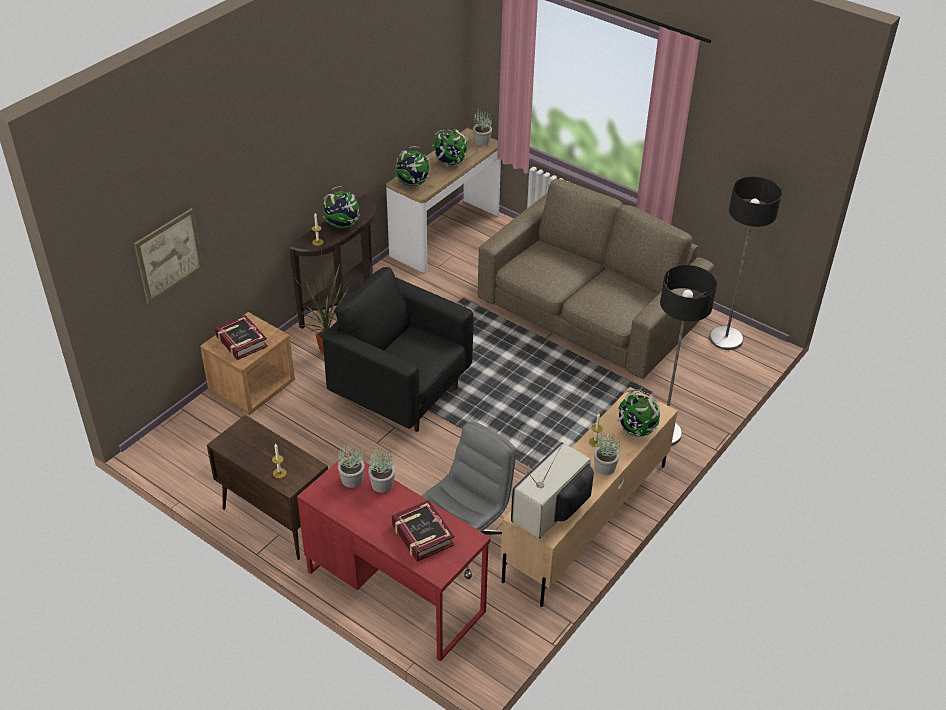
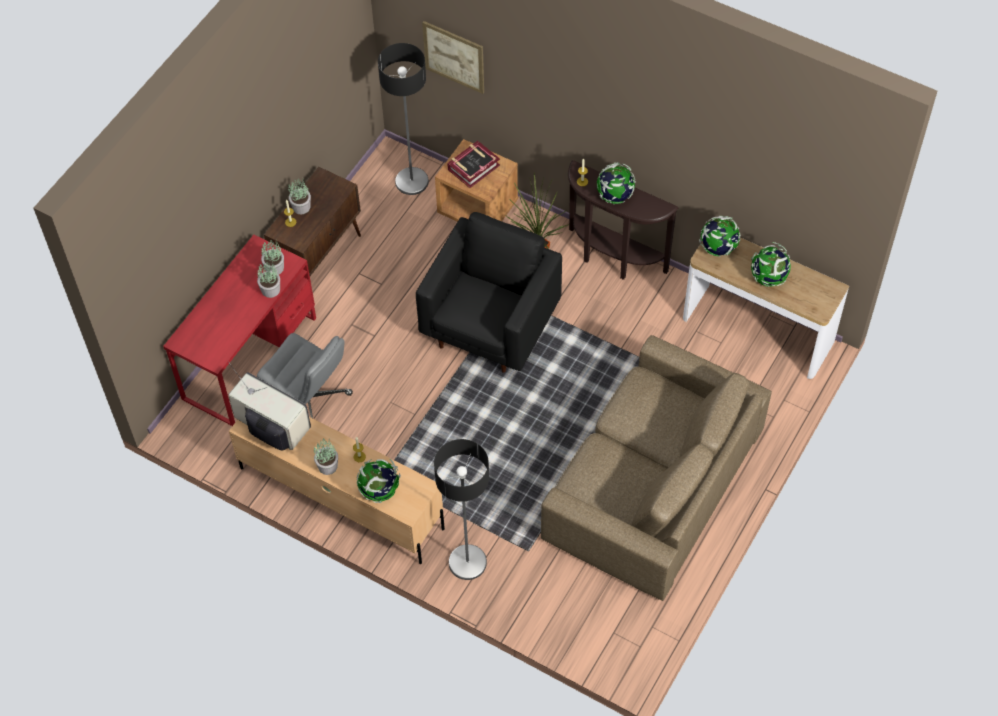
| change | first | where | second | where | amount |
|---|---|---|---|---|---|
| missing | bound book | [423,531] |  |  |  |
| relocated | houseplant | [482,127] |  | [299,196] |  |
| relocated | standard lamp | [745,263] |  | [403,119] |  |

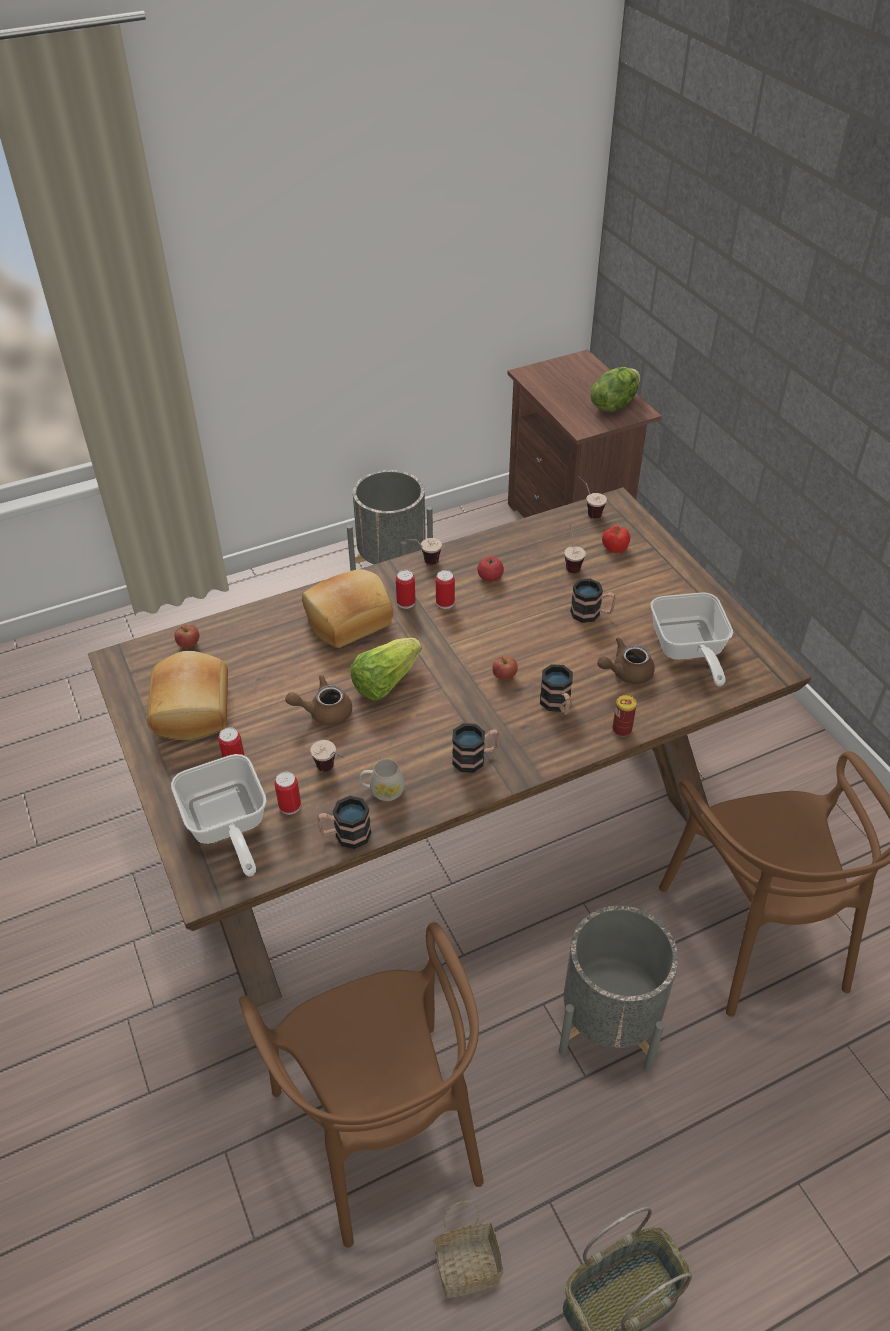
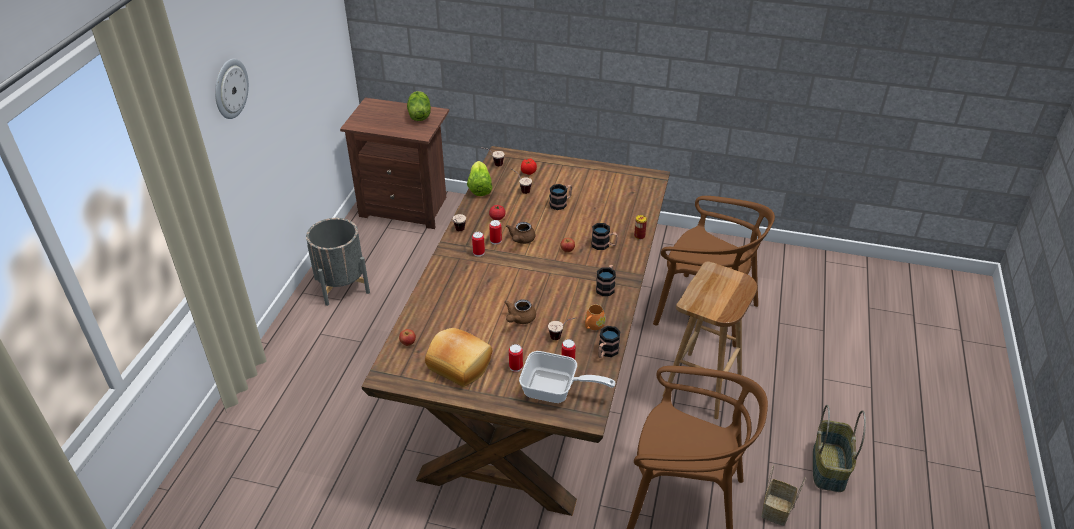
| change | first | where | second | where | amount |
|---|---|---|---|---|---|
| missing | bakery bread | [347,608] |  |  |  |
| missing | frying pan | [692,639] |  |  |  |
| appeared |  |  | wall clock | [232,89] |  |
| relocated | head of lettuce | [386,669] |  | [479,178] |  |
| relocated | brown pot for tea | [626,660] |  | [521,233] |  |
| exchanged | grey planter | [618,989] | brown stool | [710,340] |  |
| colour | white-coloured mug | [382,780] | orange-coloured mug | [595,317] |  |

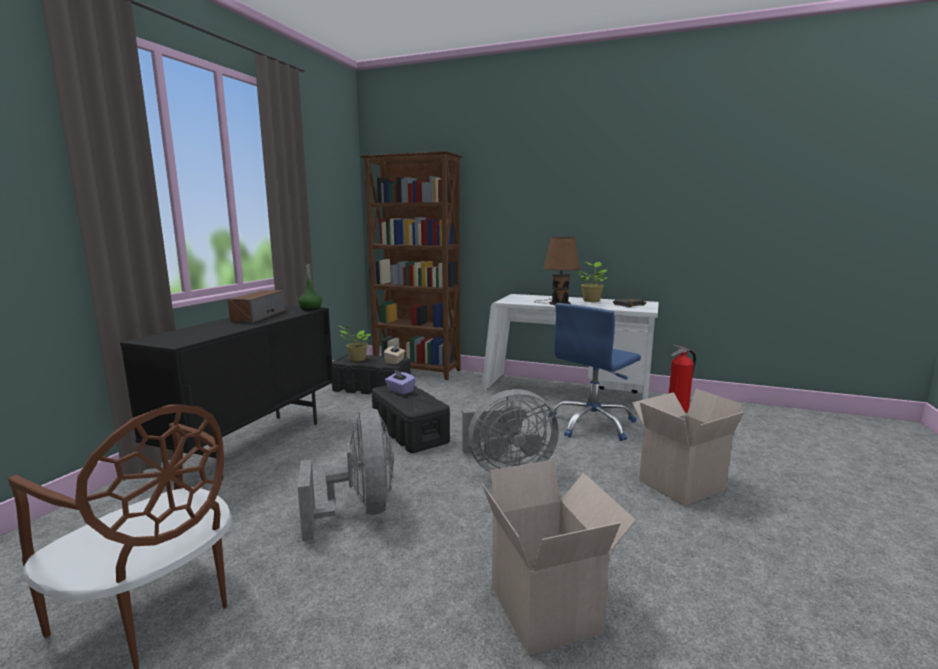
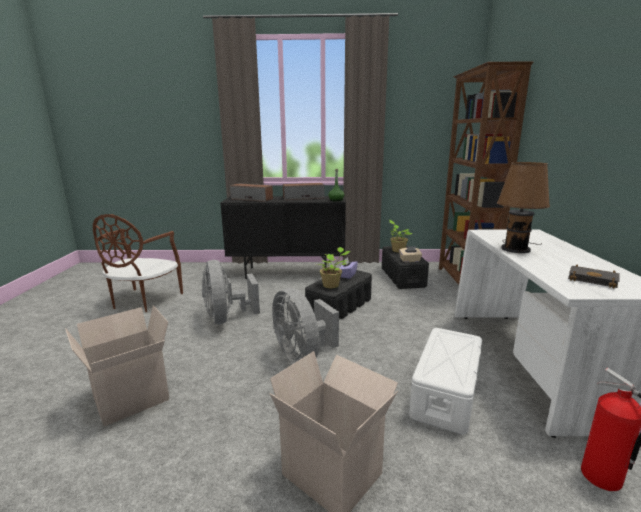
| change | first | where | second | where | amount |
|---|---|---|---|---|---|
| appeared |  |  | speaker | [251,193] |  |
| relocated | houseplant | [591,282] |  | [334,267] |  |
| exchanged | blue office chair | [595,372] | white-coloured storage box | [445,381] |  |
| spun | grey cooling fan | [346,474] |  | [231,292] | 105 degrees clockwise |

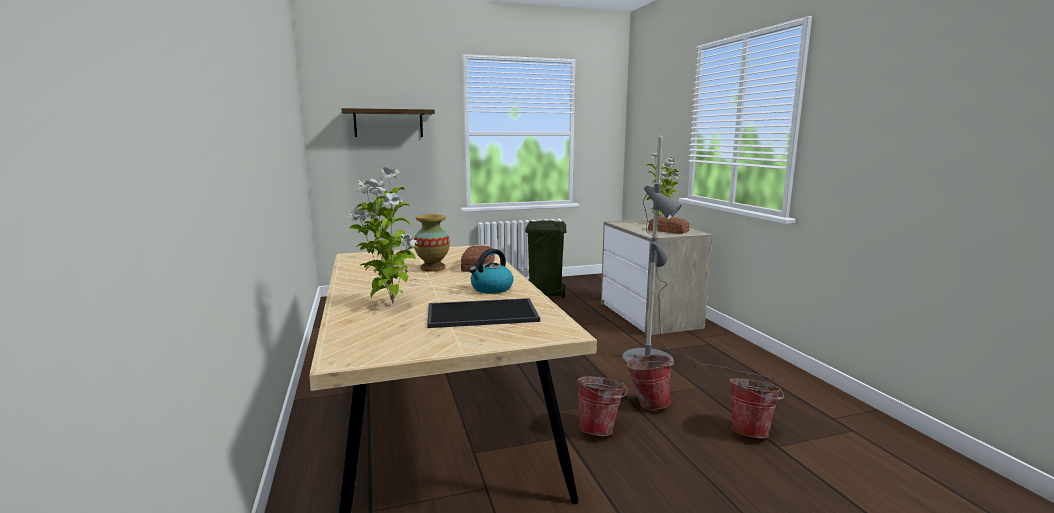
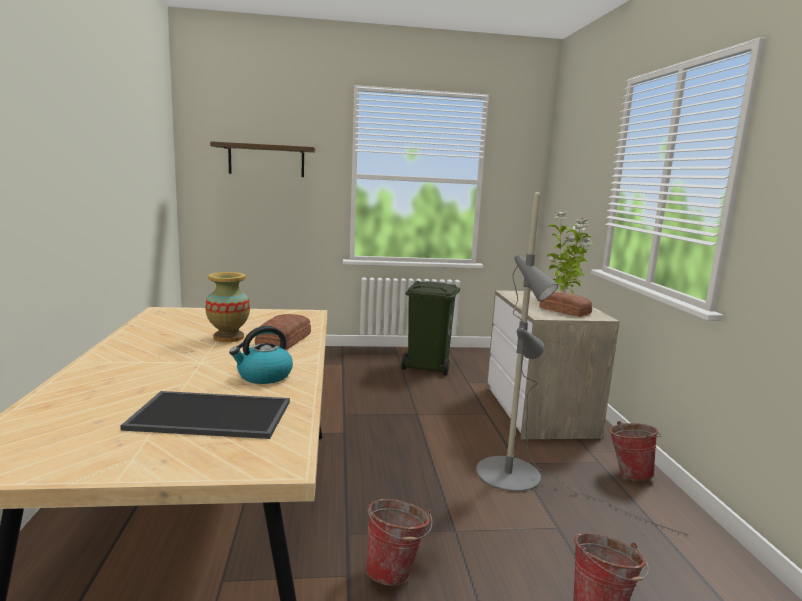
| change | first | where | second | where | amount |
|---|---|---|---|---|---|
| missing | houseplant | [382,235] |  |  |  |
| relocated | water bucket | [650,382] |  | [635,451] |  |

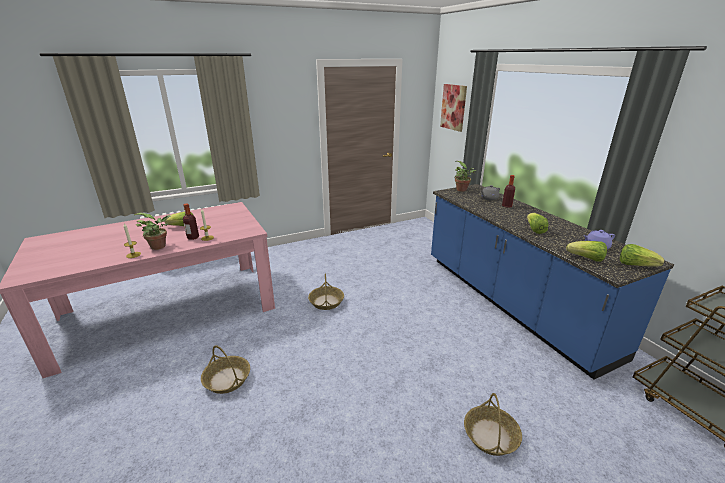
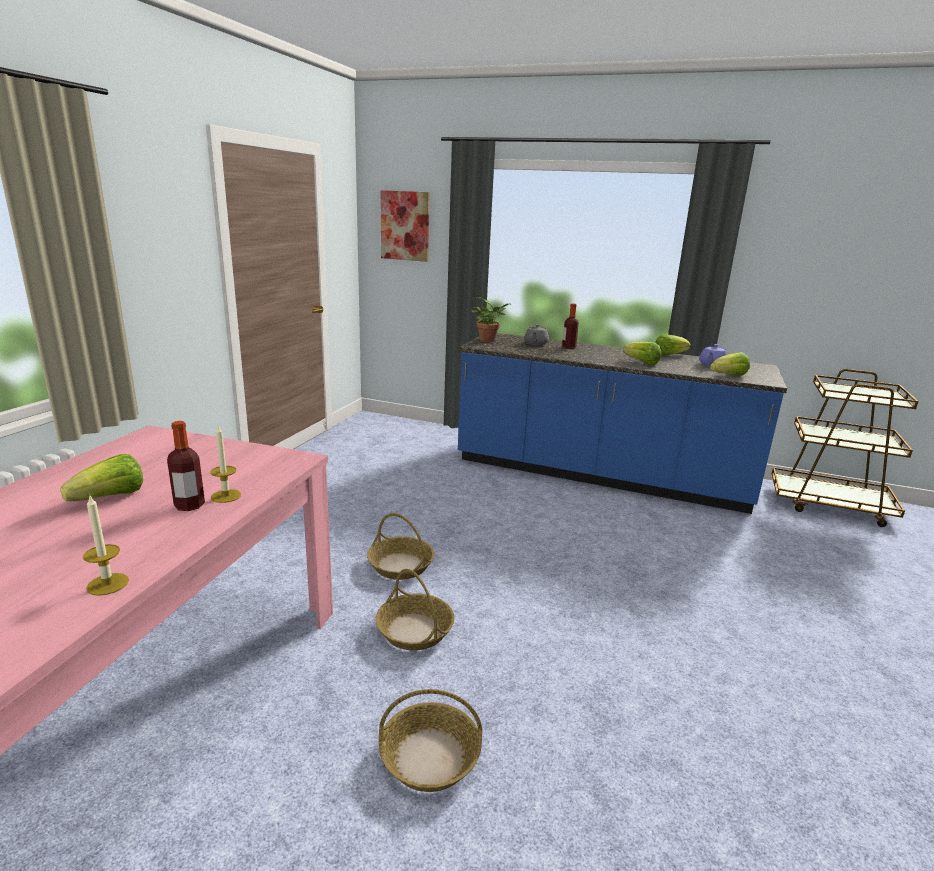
| change | first | where | second | where | amount |
|---|---|---|---|---|---|
| missing | houseplant | [152,231] |  |  |  |
| relocated | household basket | [493,424] |  | [414,609] |  |
| relocated | head of lettuce | [642,255] |  | [673,345] |  |

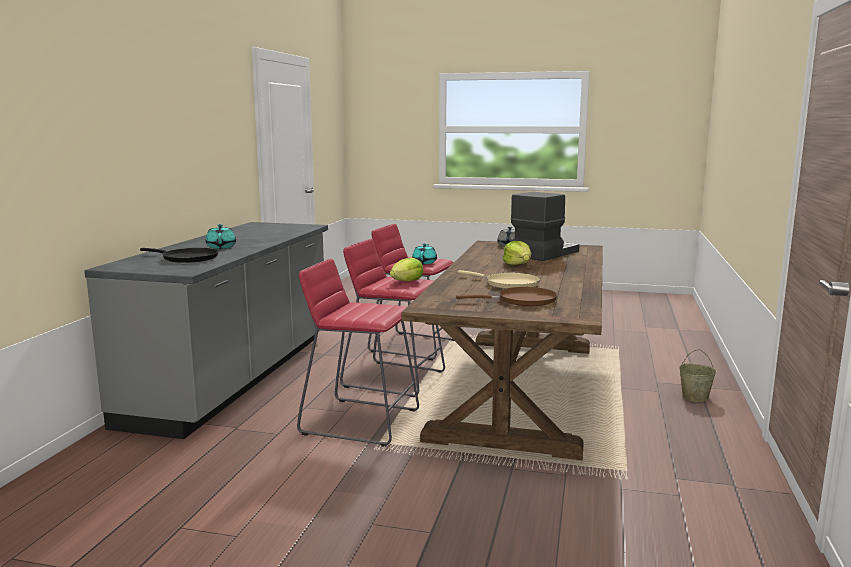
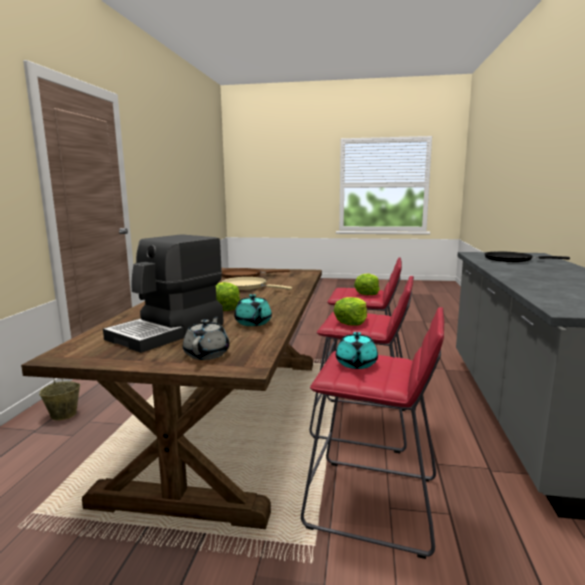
| change | first | where | second | where | amount |
|---|---|---|---|---|---|
| appeared |  |  | head of lettuce | [367,284] |  |
| relocated | turquoise pot for tea | [221,236] |  | [253,310] |  |

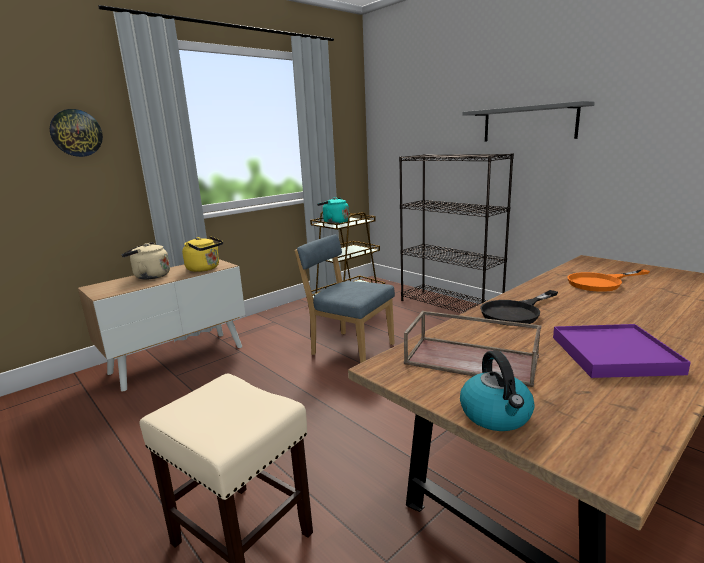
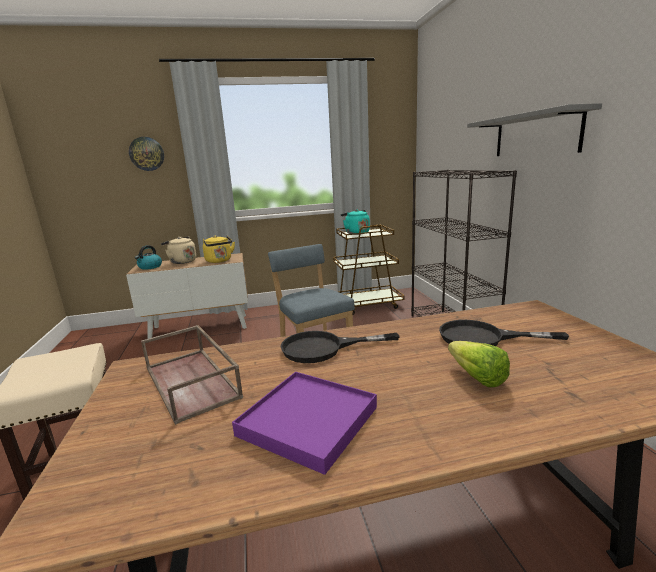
| change | first | where | second | where | amount |
|---|---|---|---|---|---|
| appeared |  |  | head of lettuce | [479,364] |  |
| relocated | tea kettle | [497,390] |  | [148,257] |  |
| colour | orange-coloured frying pan | [608,280] | black frying pan | [504,333] |  |

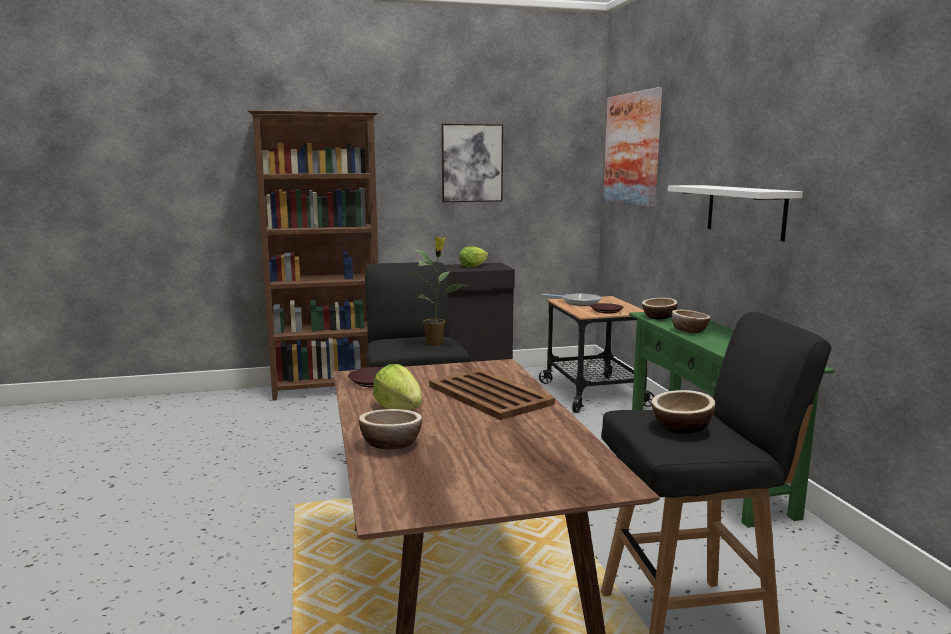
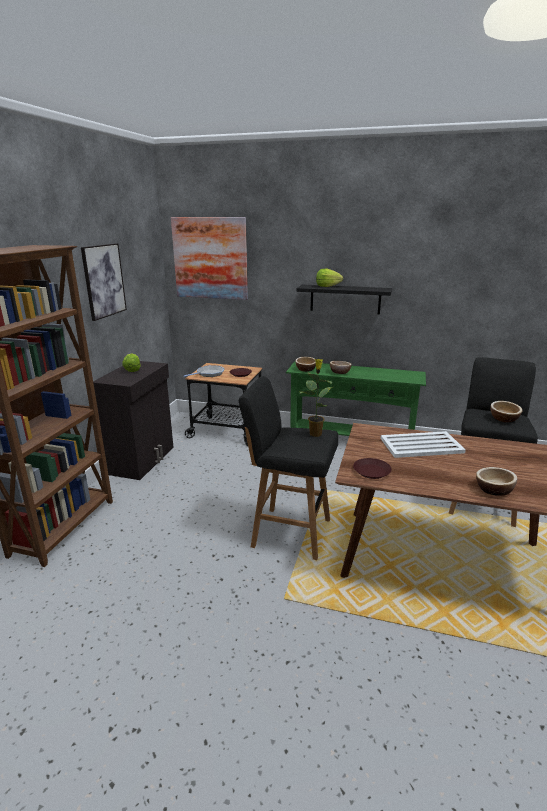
| change | first | where | second | where | amount |
|---|---|---|---|---|---|
| relocated | head of lettuce | [397,387] |  | [329,278] |  |
| colour | brown serving tray | [492,394] | white-coloured serving tray | [423,444] |  |
| colour | white-coloured bracket shelf | [735,213] | black bracket shelf | [344,299] |  |

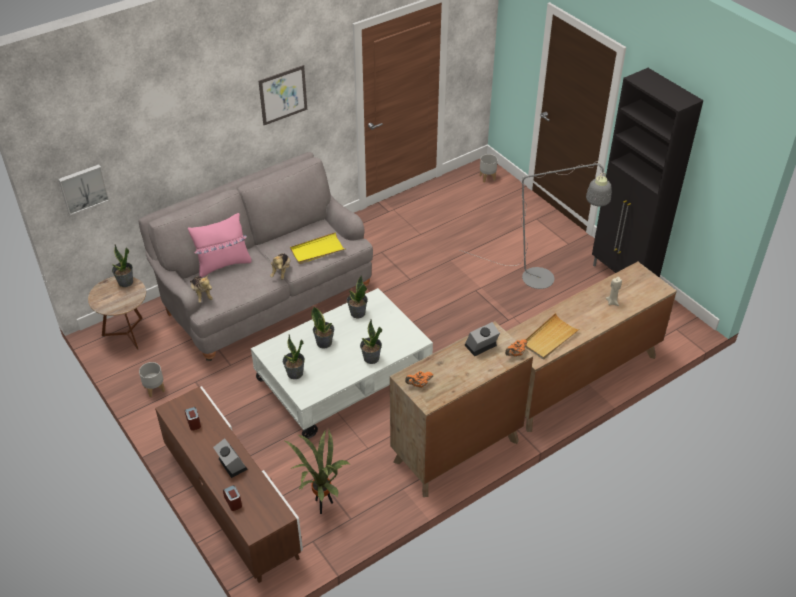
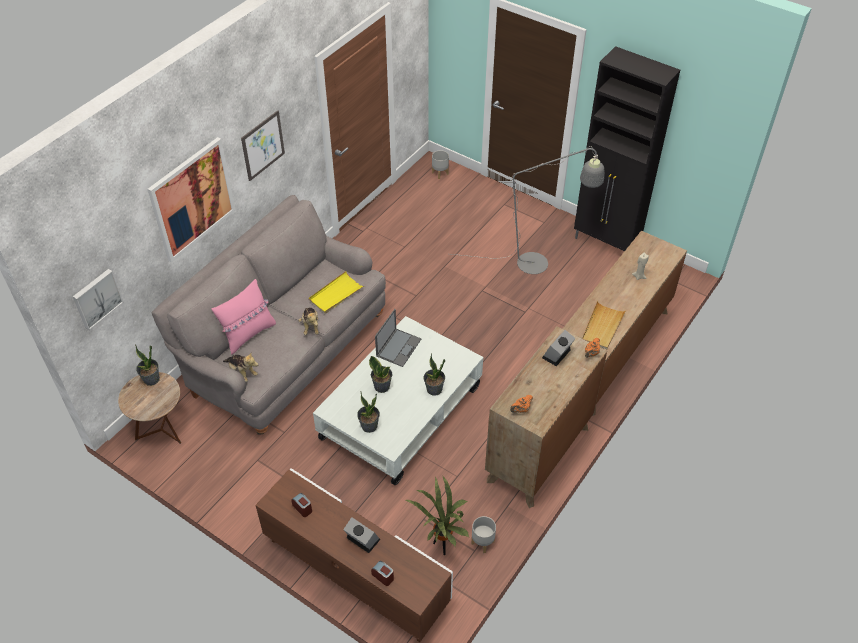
| change | first | where | second | where | amount |
|---|---|---|---|---|---|
| appeared |  |  | wall art | [192,200] |  |
| relocated | grey planter | [152,379] |  | [483,534] |  |
| exchanged | houseplant | [357,296] | laptop | [398,338] |  |

